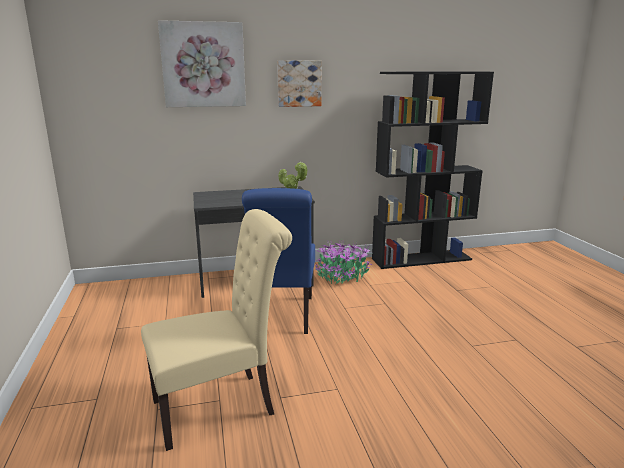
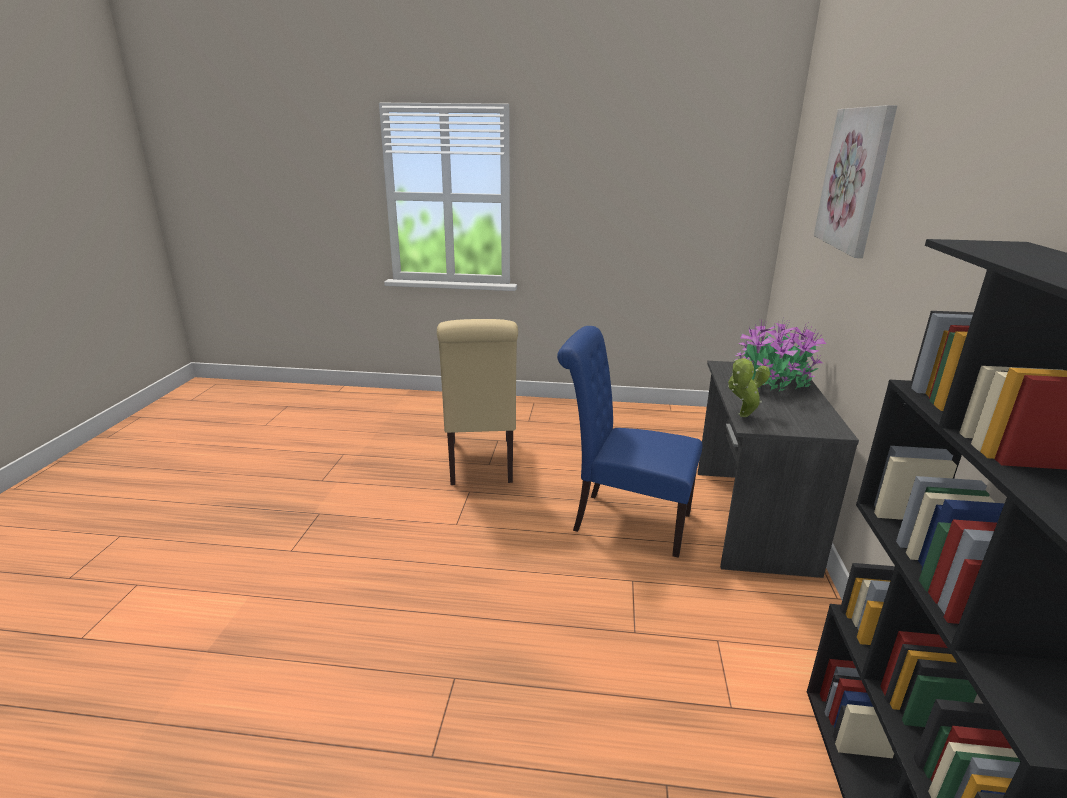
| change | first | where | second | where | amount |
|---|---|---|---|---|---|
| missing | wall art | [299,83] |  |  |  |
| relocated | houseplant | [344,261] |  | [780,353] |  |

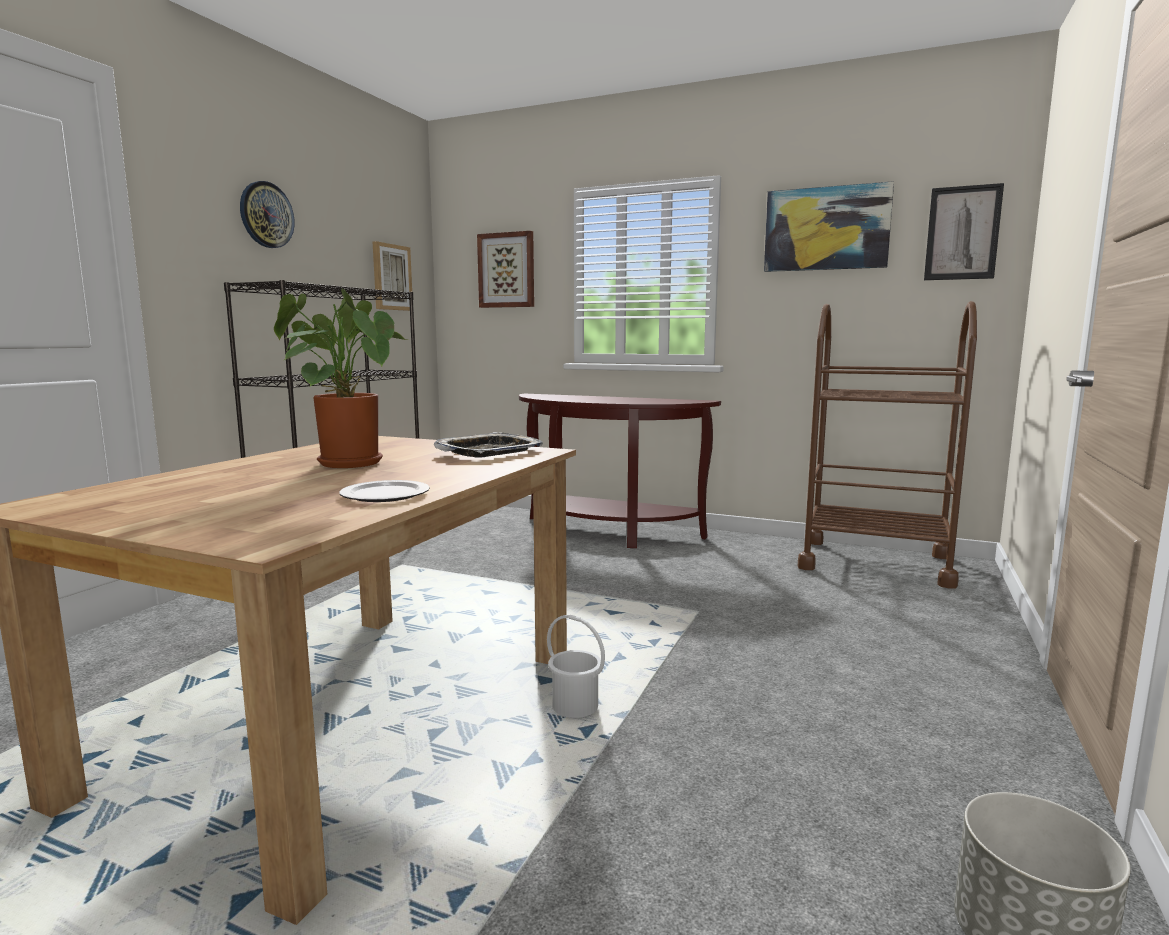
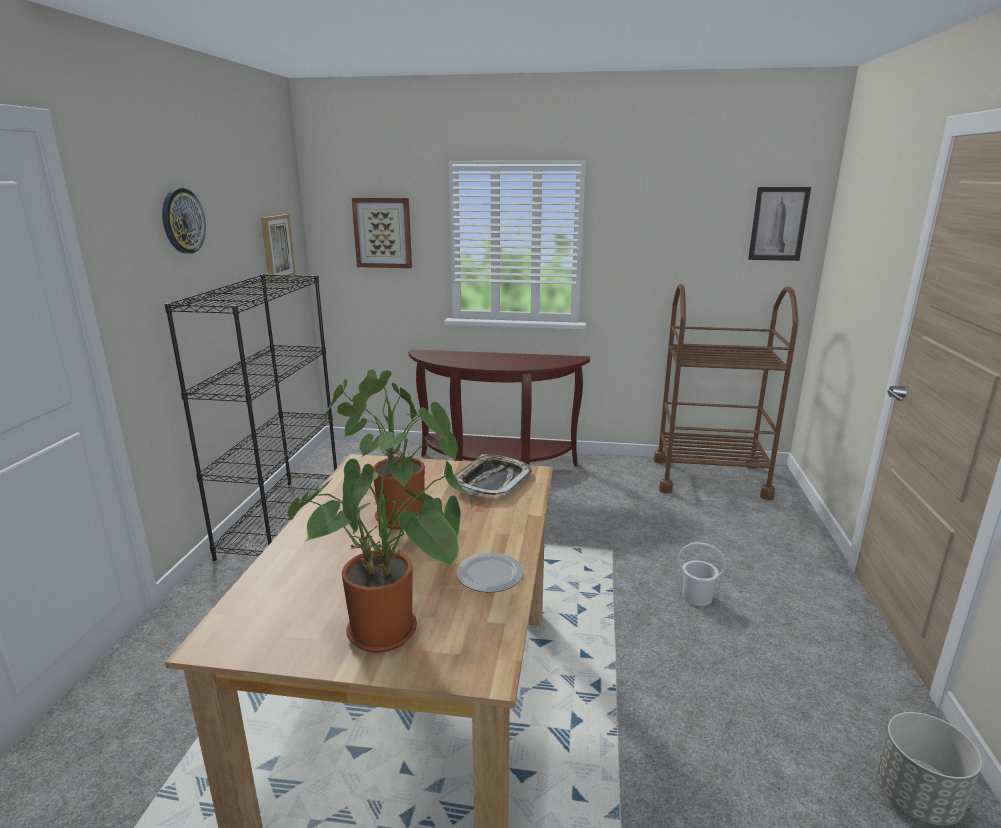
| change | first | where | second | where | amount |
|---|---|---|---|---|---|
| missing | wall art | [829,226] |  |  |  |
| appeared |  |  | houseplant | [380,556] |  |
| relocated | white-coloured water bucket | [576,666] |  | [702,574] |  |

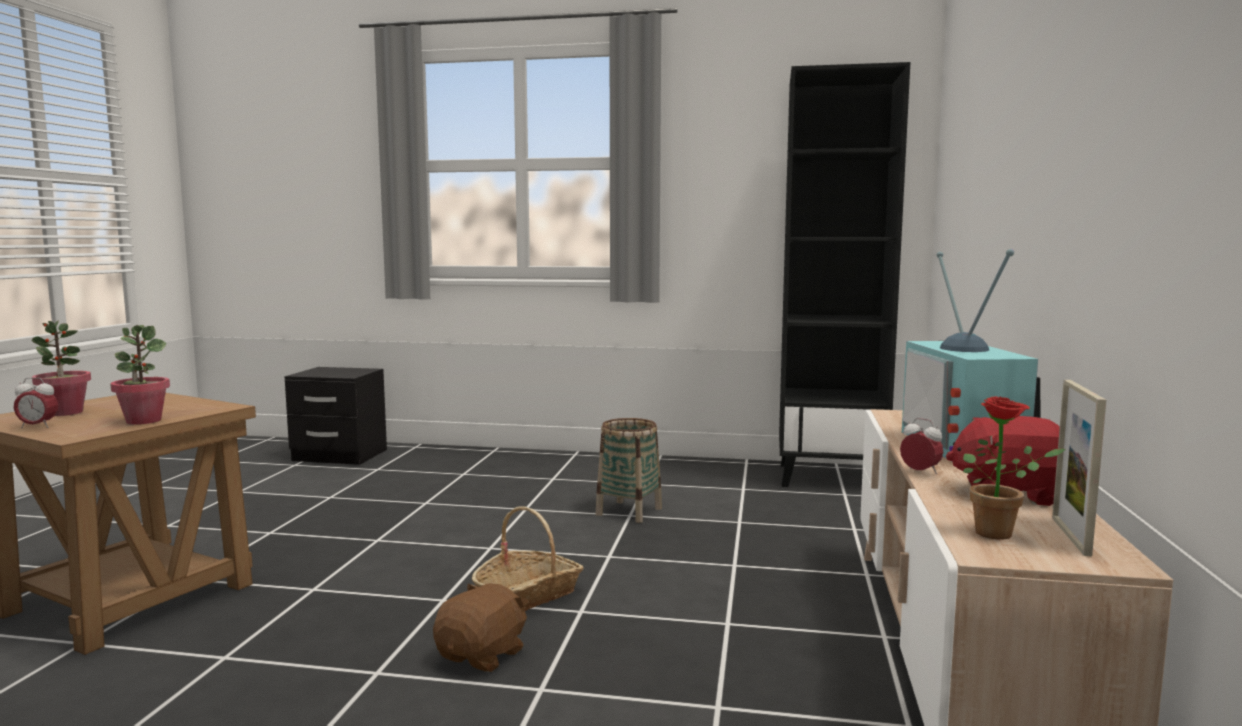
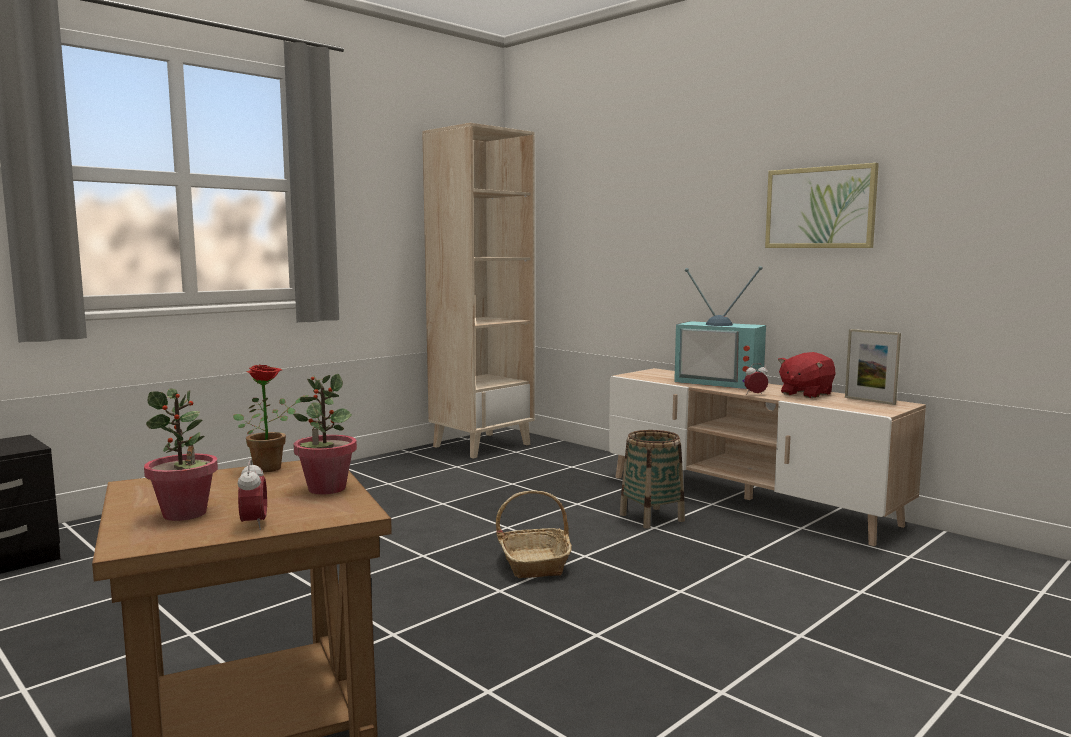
| change | first | where | second | where | amount |
|---|---|---|---|---|---|
| missing | brown cuddly toy | [481,627] |  |  |  |
| appeared |  |  | wall art | [822,205] |  |
| relocated | household basket | [629,470] |  | [652,479] |  |
| relocated | houseplant | [1014,467] |  | [270,418] |  |
| colour | black bookshelf | [844,274] | beige-coloured bookshelf | [478,290] |  |
| spun | table clock | [36,402] |  | [252,494] | 45 degrees counterclockwise |

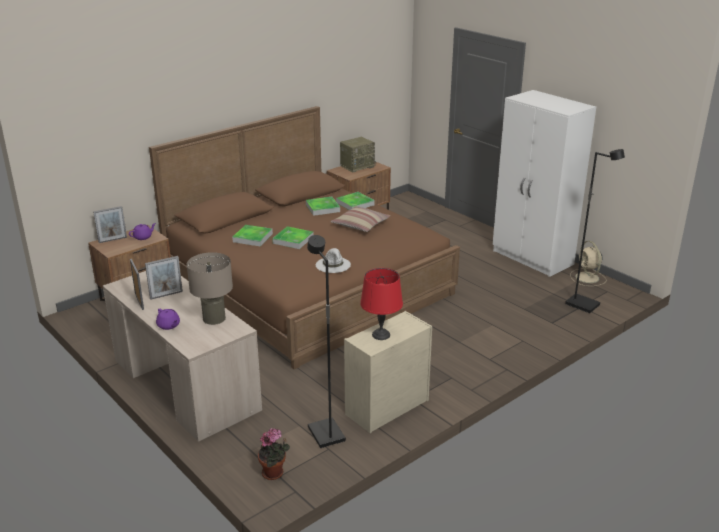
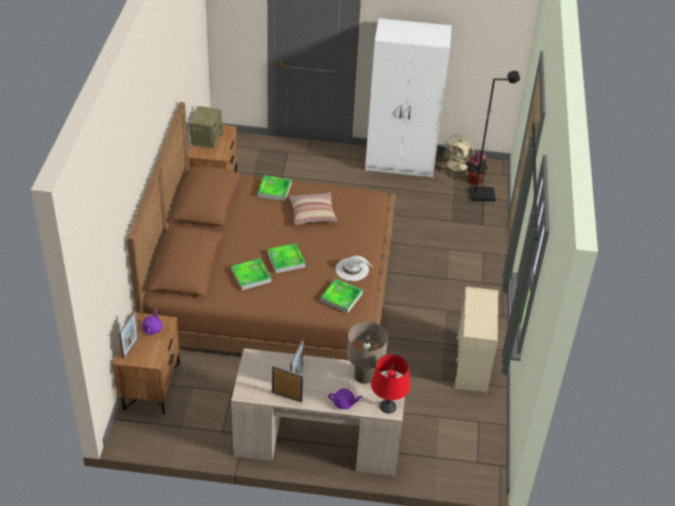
| change | first | where | second | where | amount |
|---|---|---|---|---|---|
| missing | black standard lamp | [326,341] |  |  |  |
| relocated | houseplant | [274,454] |  | [477,168] |  |
| relocated | serving tray | [323,206] |  | [341,296] |  |
| relocated | red-coloured table lamp | [381,304] |  | [390,384] |  |

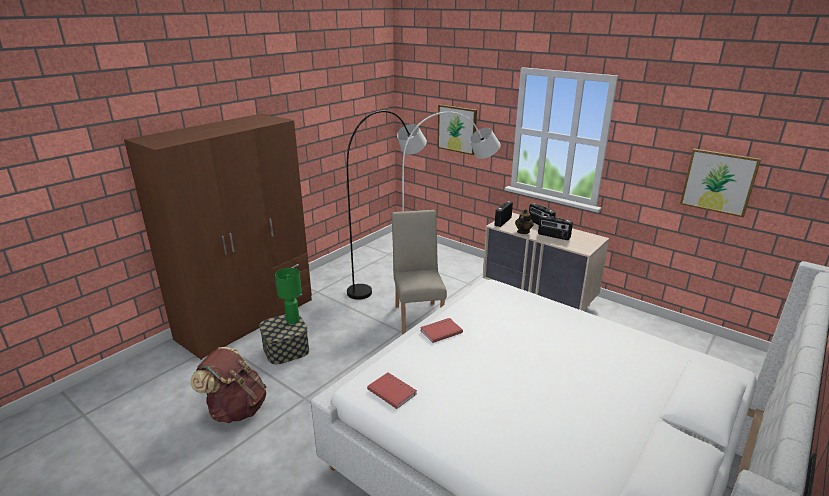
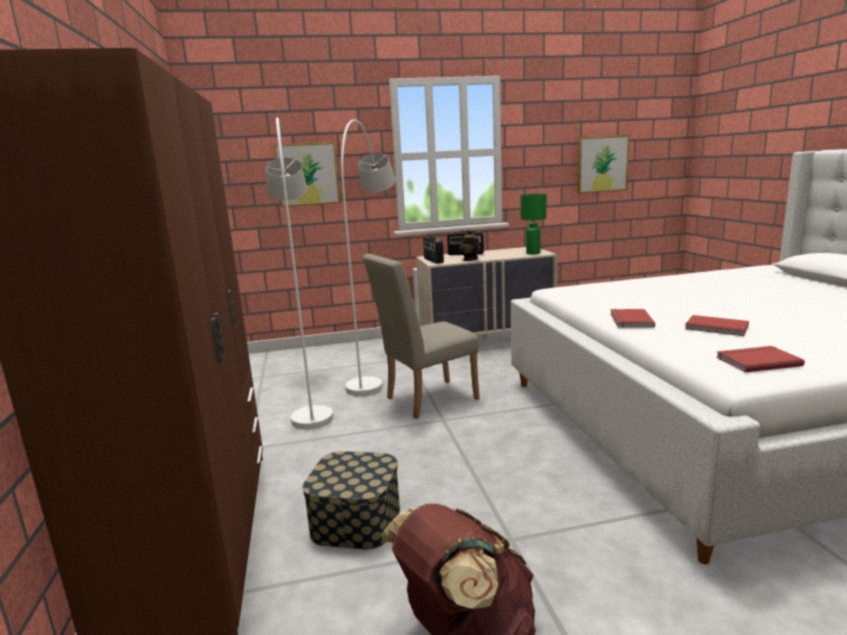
| change | first | where | second | where | amount |
|---|---|---|---|---|---|
| missing | radio receiver | [555,228] |  |  |  |
| appeared |  |  | red-coloured bound book | [717,325] |  |
| relocated | green-coloured table lamp | [288,296] |  | [533,224] |  |
| colour | black standard lamp | [387,205] | white-coloured standard lamp | [299,273] |  |
| spun | beige-coloured plain chair | [419,272] |  | [421,336] | 60 degrees counterclockwise |

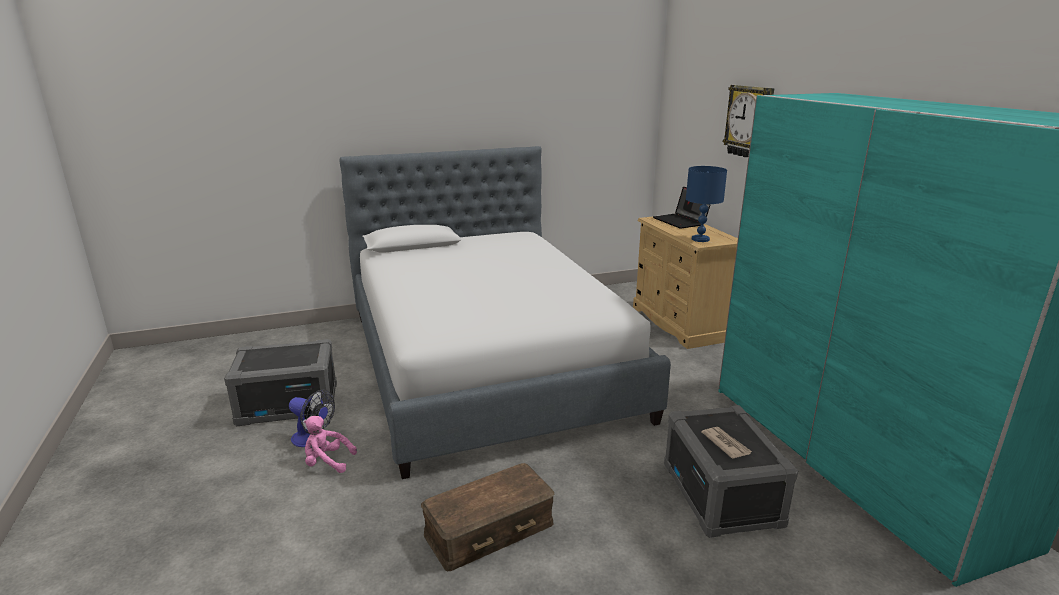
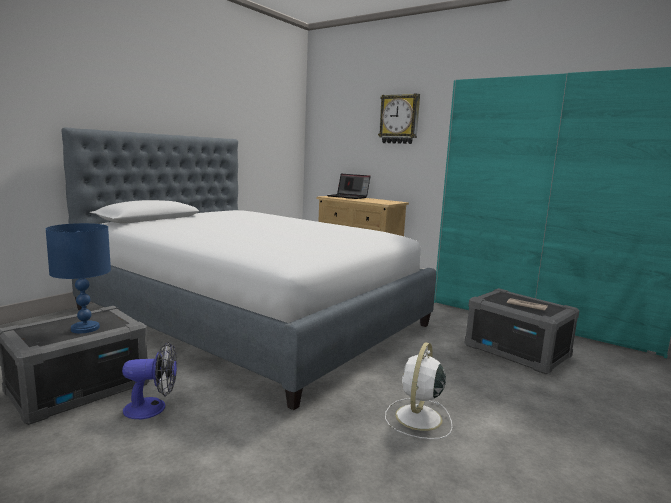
| change | first | where | second | where | amount |
|---|---|---|---|---|---|
| missing | pinkish cuddly toy | [330,444] |  |  |  |
| relocated | blue table lamp | [706,204] |  | [78,278] |  |
| exchanged | brown storage box | [488,517] | white-coloured cooling fan | [418,390] |  |

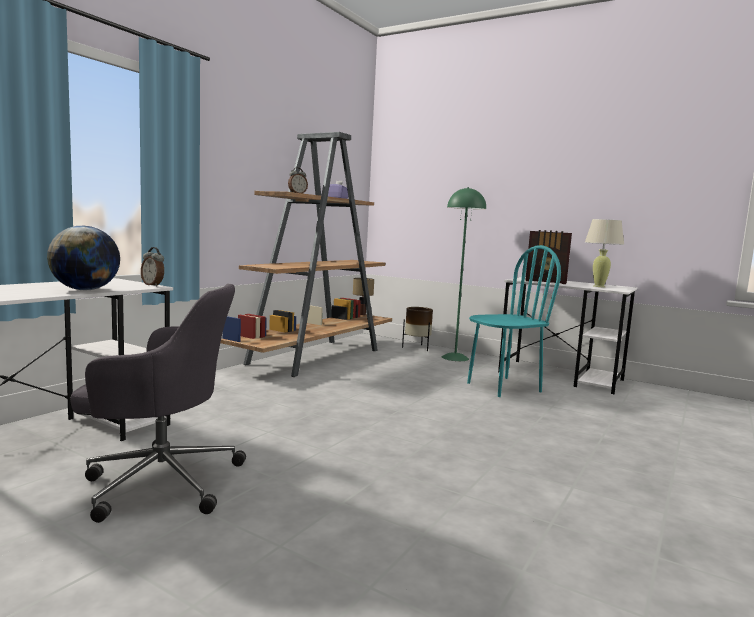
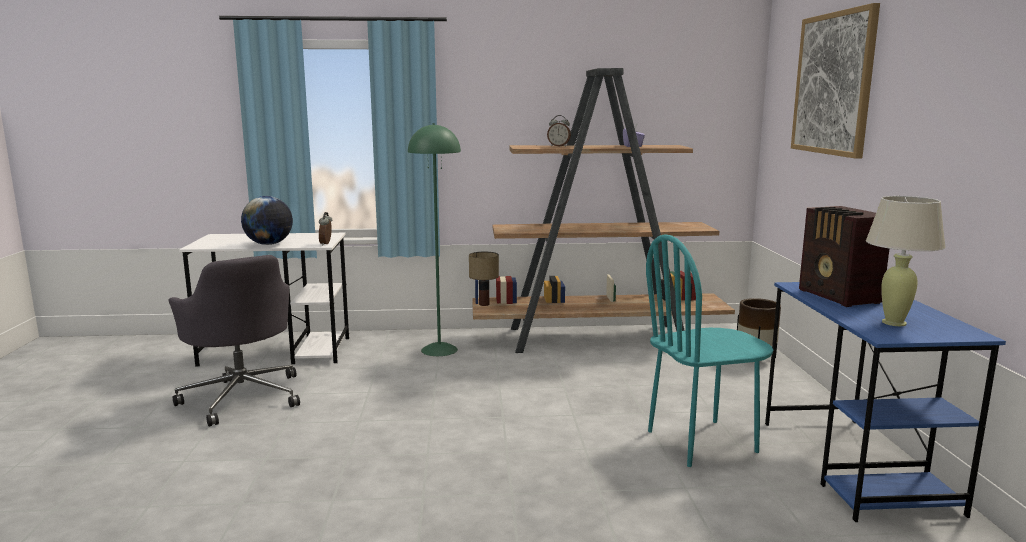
| change | first | where | second | where | amount |
|---|---|---|---|---|---|
| appeared |  |  | wall art | [835,81] |  |
| relocated | table lamp | [363,296] |  | [484,279] |  |
| relocated | green-coloured standard lamp | [464,274] |  | [434,239] |  |
| colour | white-coloured desk table | [567,335] | blue desk table | [885,402] |  |
| spun | turquoise plain chair | [514,321] |  | [709,350] | 135 degrees clockwise |

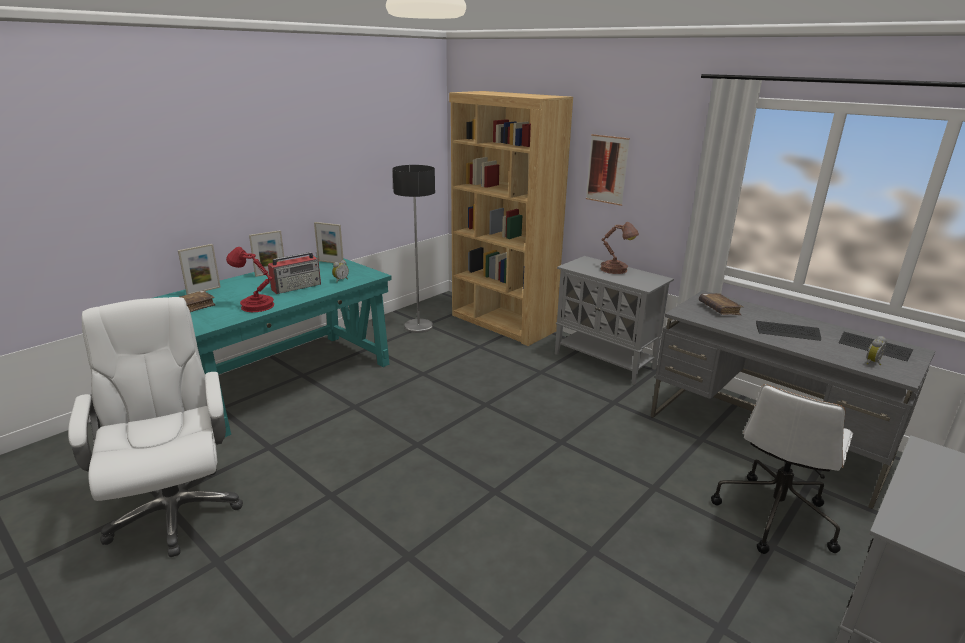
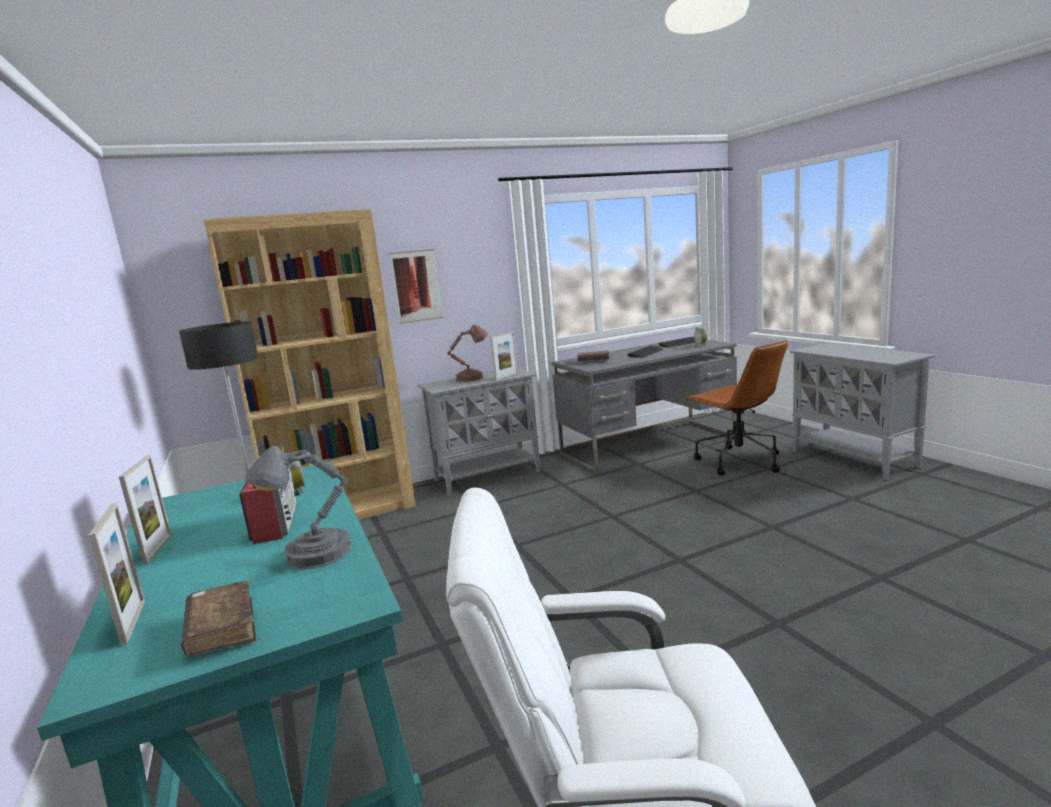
| change | first | where | second | where | amount |
|---|---|---|---|---|---|
| relocated | photo frame | [329,243] |  | [504,356] |  |
| colour | red-coloured table lamp | [250,279] | grey table lamp | [299,507] |  |
| colour | white-coloured office chair | [782,469] | brown office chair | [736,407] |  |

